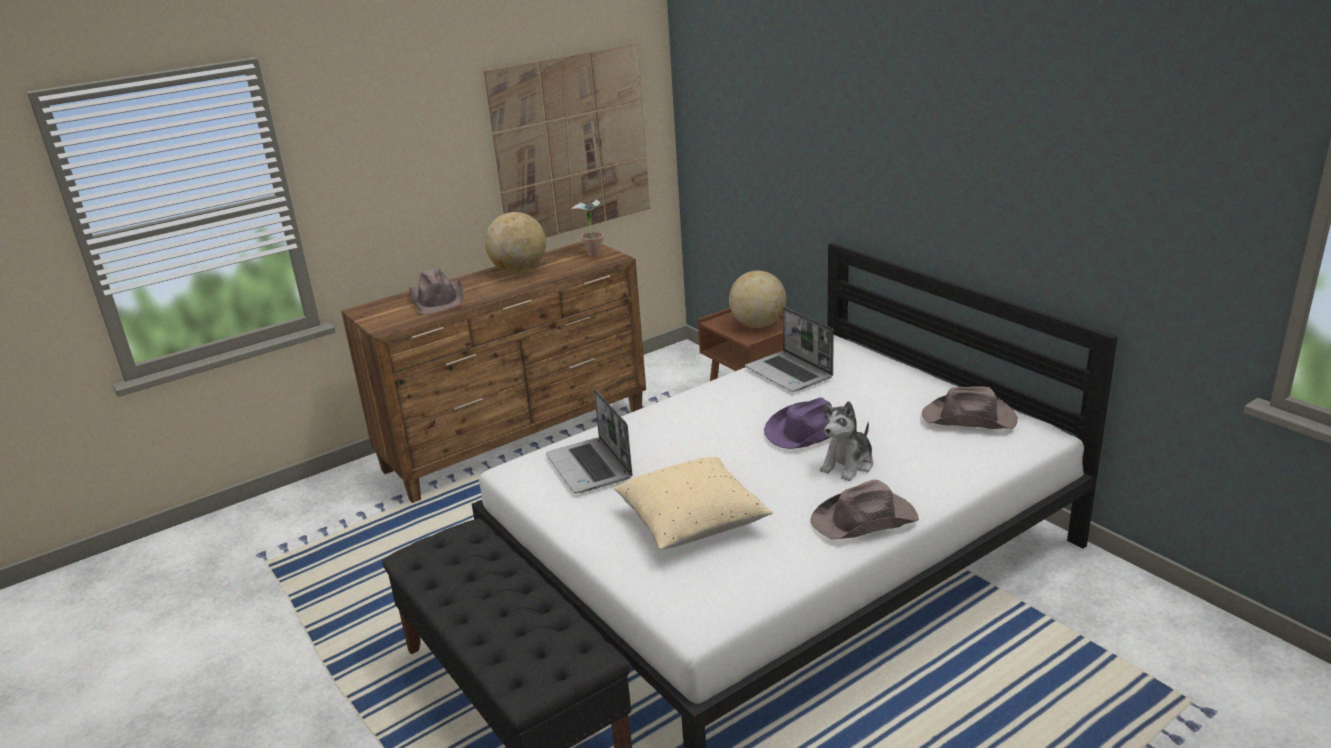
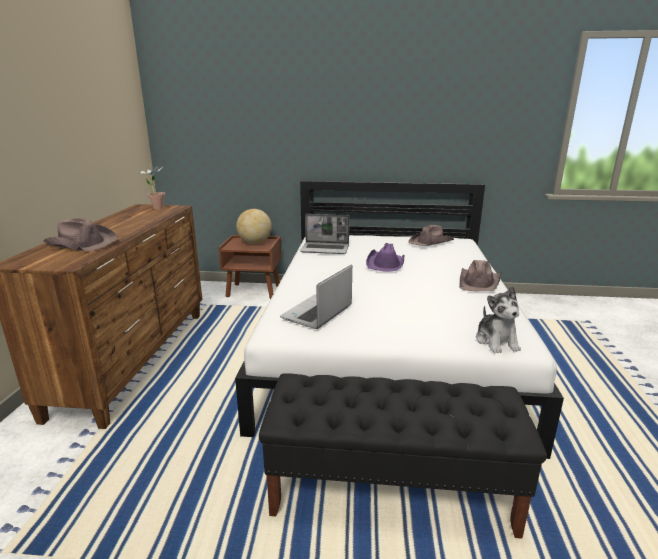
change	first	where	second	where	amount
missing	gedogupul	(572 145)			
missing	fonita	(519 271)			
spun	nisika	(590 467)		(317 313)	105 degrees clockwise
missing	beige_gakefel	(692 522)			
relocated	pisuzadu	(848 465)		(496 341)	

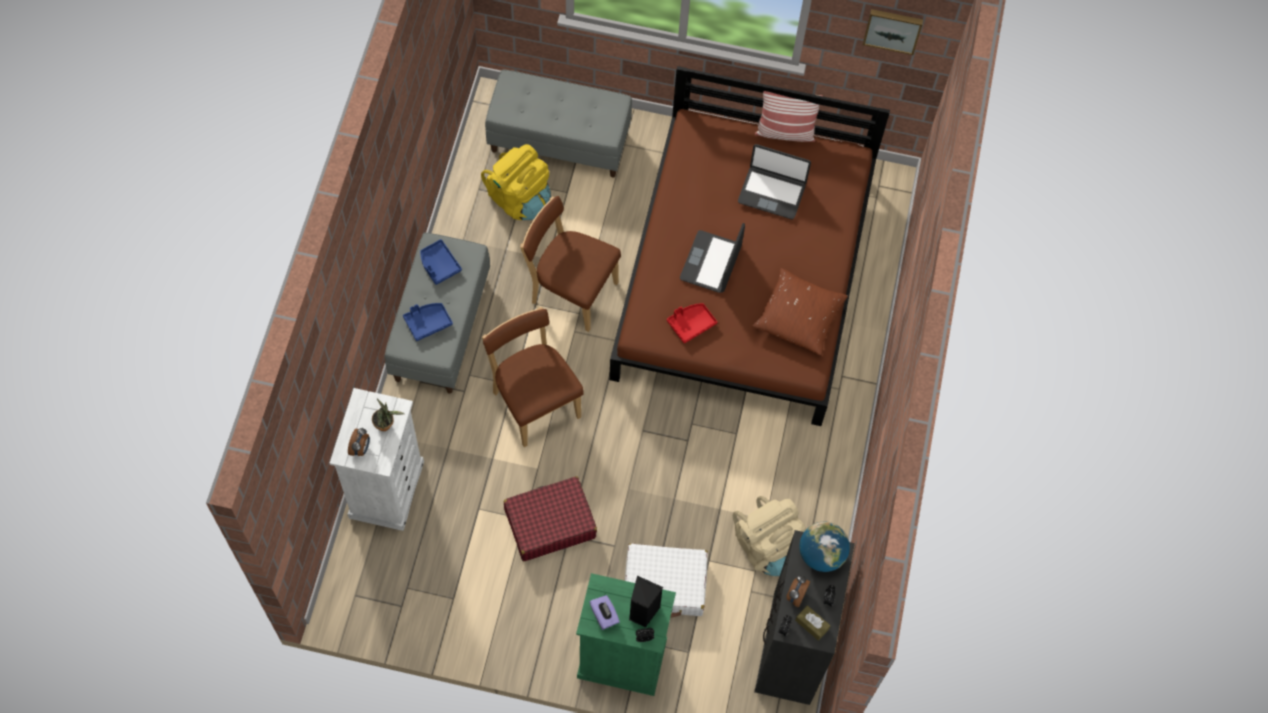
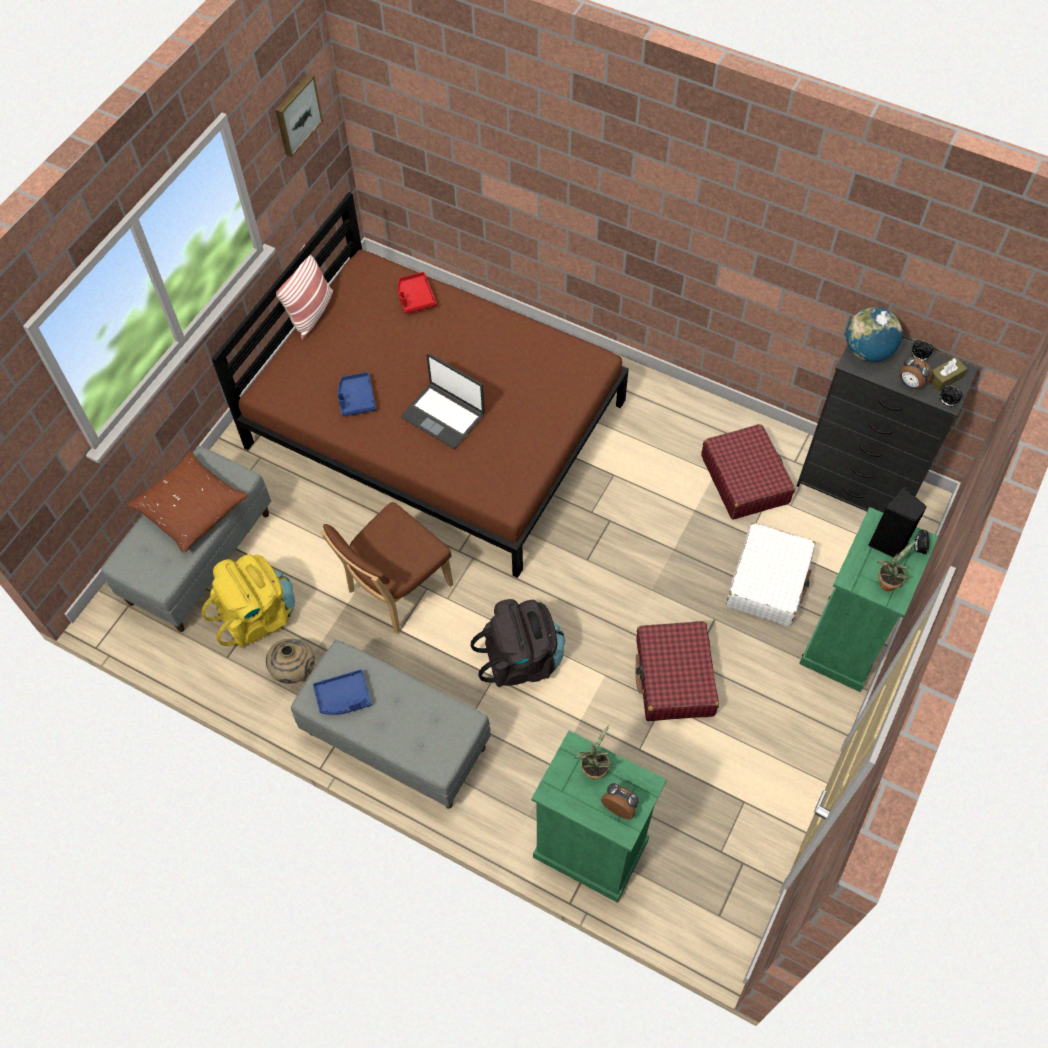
change	first	where	second	where	amount
colour	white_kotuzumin	(386 489)	green_kotuzumin	(590 849)	
relocated	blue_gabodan	(427 322)		(356 398)	
exchanged	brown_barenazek	(534 401)	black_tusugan	(521 660)	
exchanged	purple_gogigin	(604 615)	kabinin	(887 582)	
relocated	red_gabodan	(691 324)		(415 297)	
exchanged	beige_tusugan	(767 546)	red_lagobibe	(745 479)	
missing	nisika	(772 192)			
relocated	brown_gakefel	(798 317)		(191 508)	
appeared			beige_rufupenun	(294 671)	

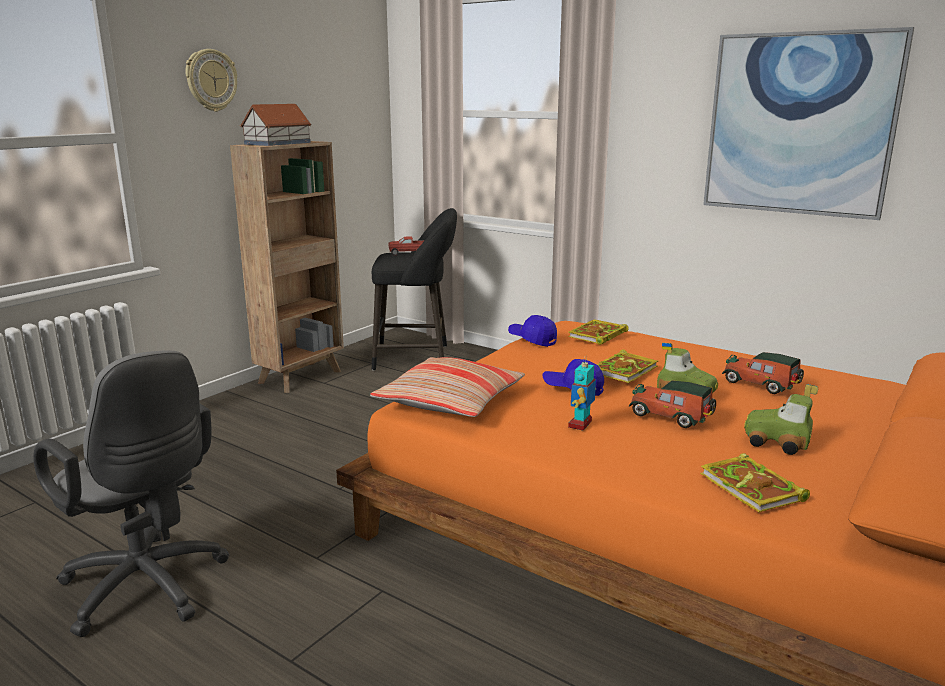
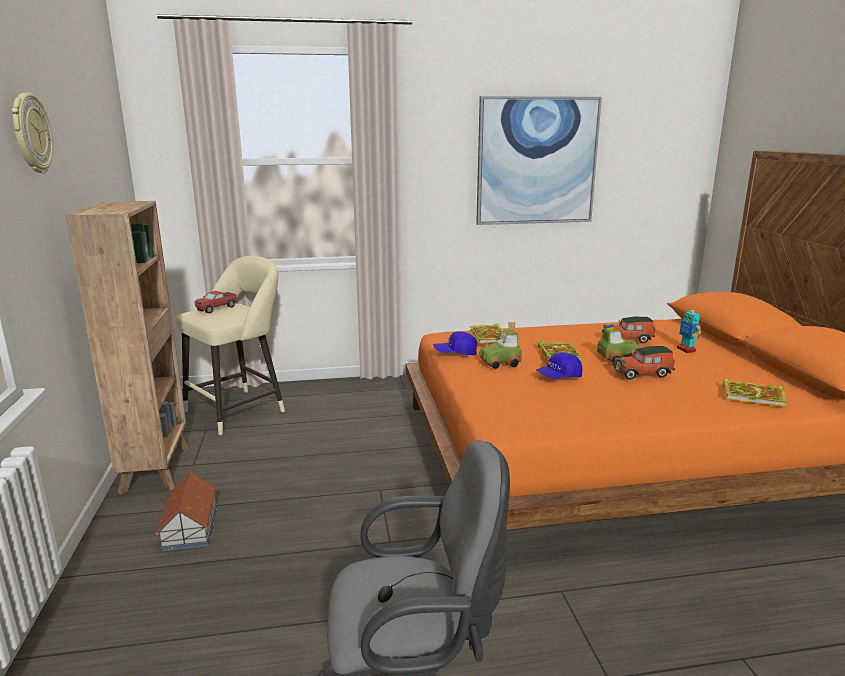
change	first	where	second	where	amount
relocated	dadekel	(278 143)		(191 527)	
missing	gakefel	(450 401)			
colour	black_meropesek	(417 358)	beige_meropesek	(240 410)	
relocated	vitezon	(580 424)		(686 350)	
relocated	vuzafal	(777 442)		(500 363)	

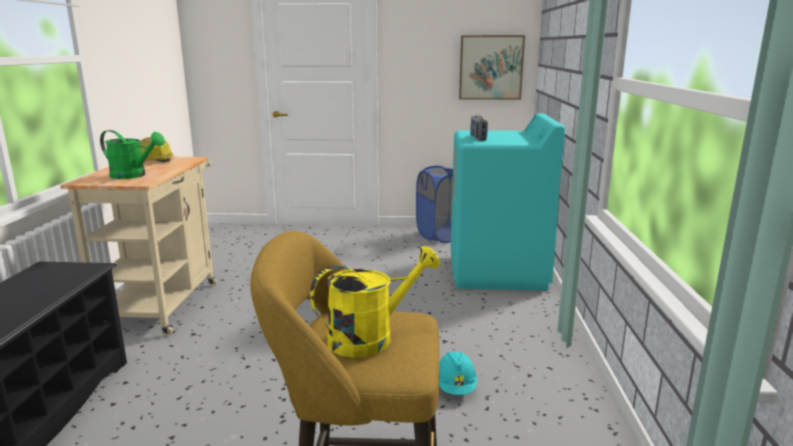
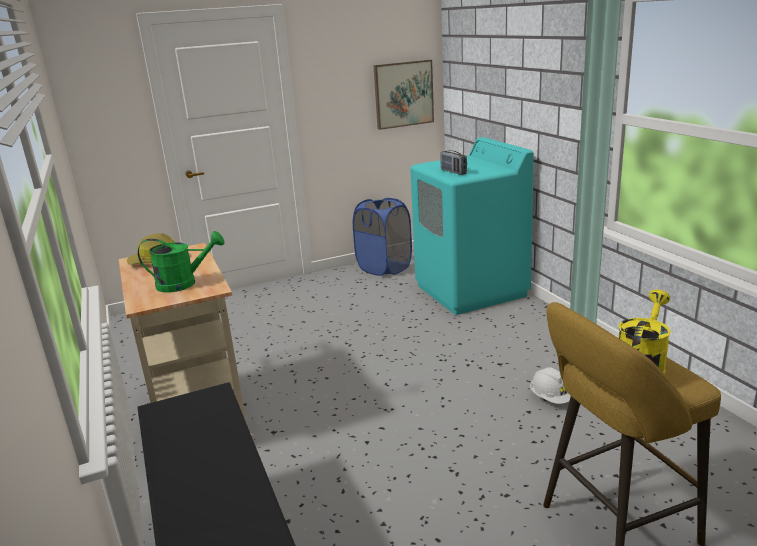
change	first	where	second	where	amount
colour	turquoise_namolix	(455 387)	white_namolix	(550 398)	

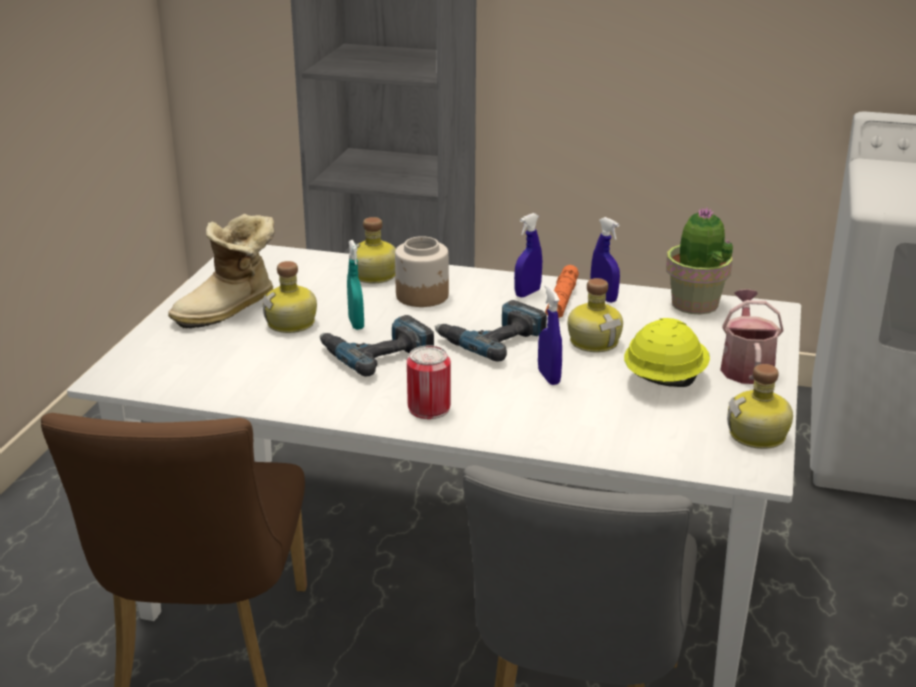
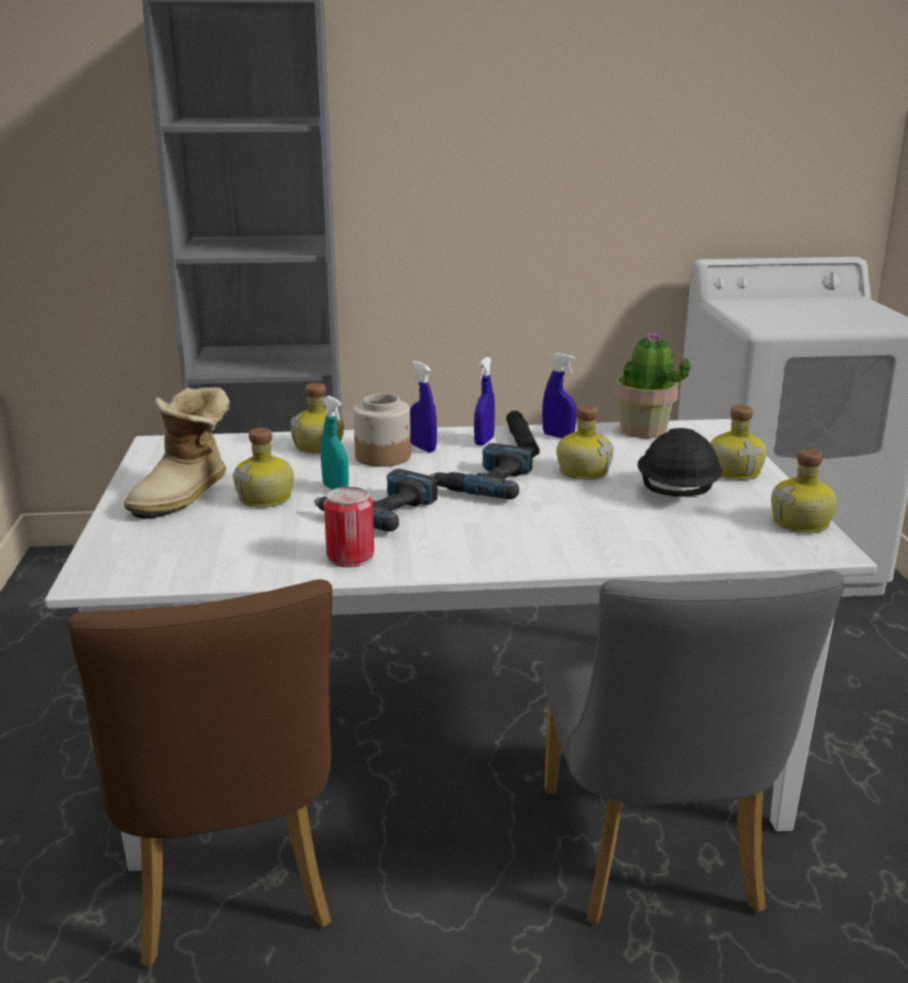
change	first	where	second	where	amount
relocated	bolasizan	(429 408)		(350 557)	
relocated	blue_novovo	(549 377)		(423 448)	
colour	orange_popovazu	(562 300)	black_popovazu	(521 443)	
colour	yellow_namolix	(664 380)	black_namolix	(676 492)	
exchanged	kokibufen	(746 366)	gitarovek	(735 471)	

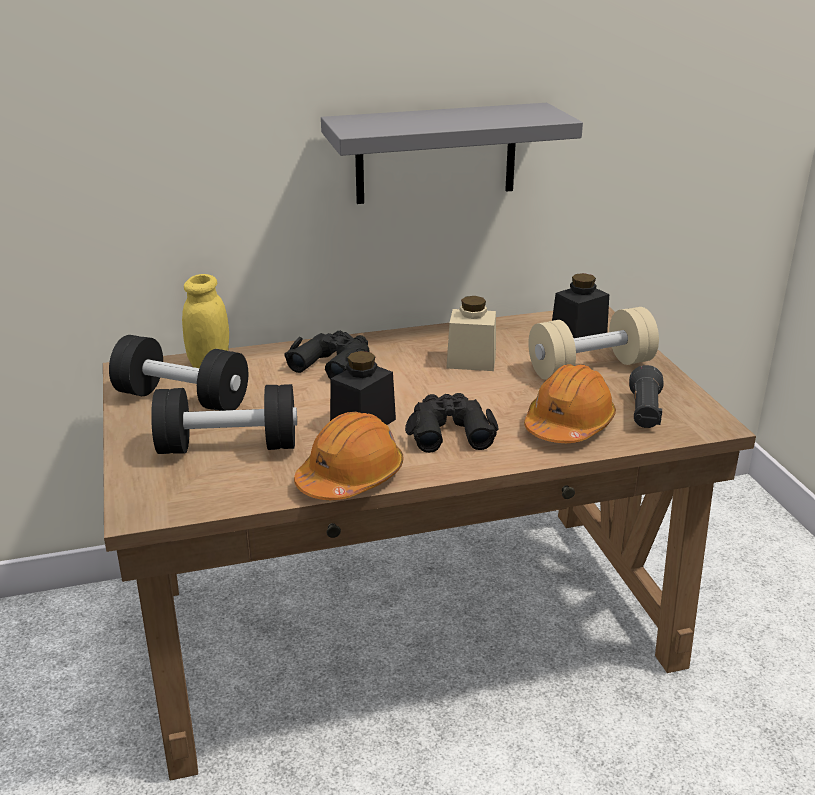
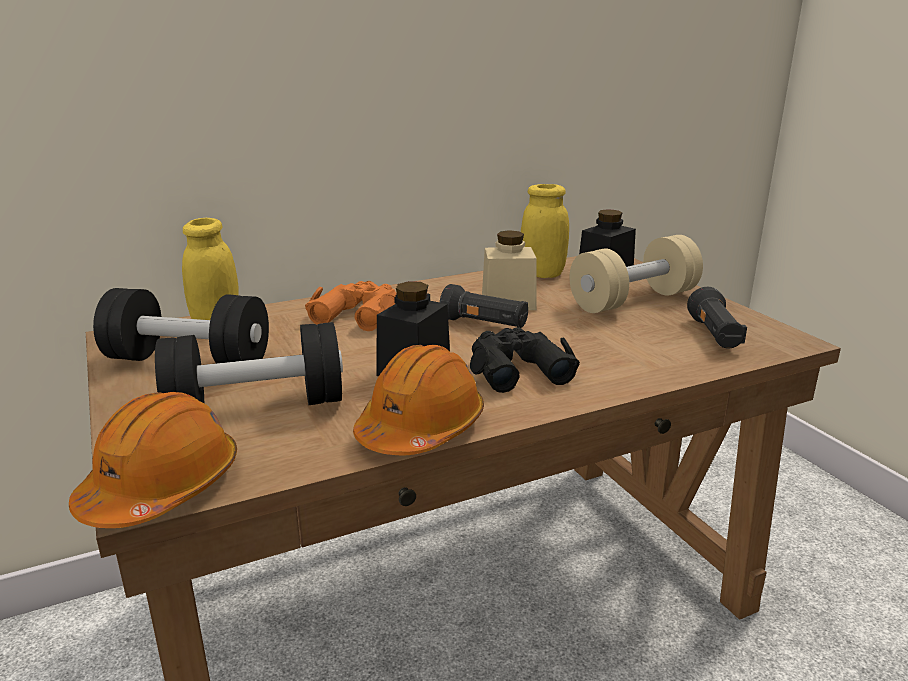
change	first	where	second	where	amount
colour	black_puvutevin	(333 362)	orange_puvutevin	(359 314)	
missing	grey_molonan	(436 153)			
relocated	orange_namolix	(568 425)		(162 487)	
appeared			black_popovazu	(484 324)	
appeared			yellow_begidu	(542 274)	

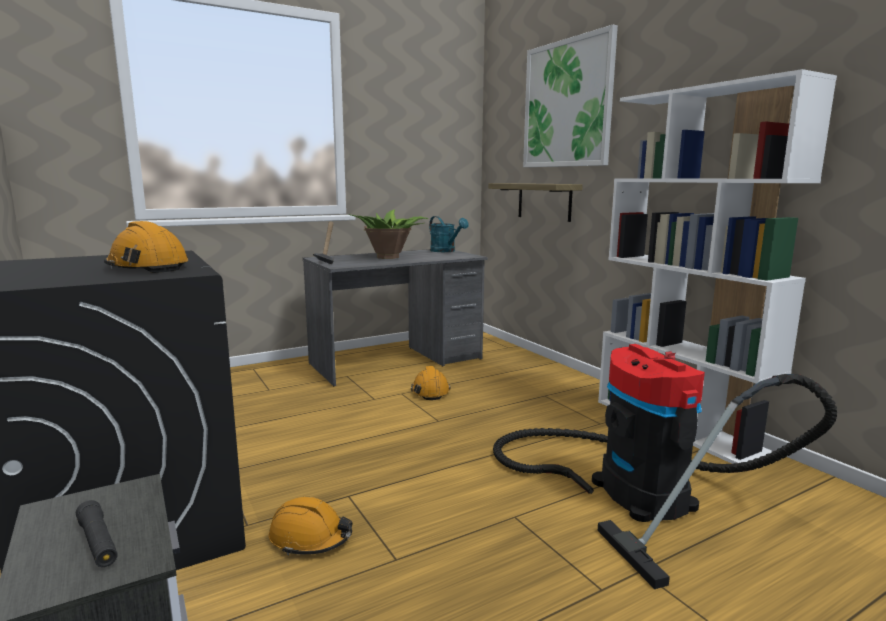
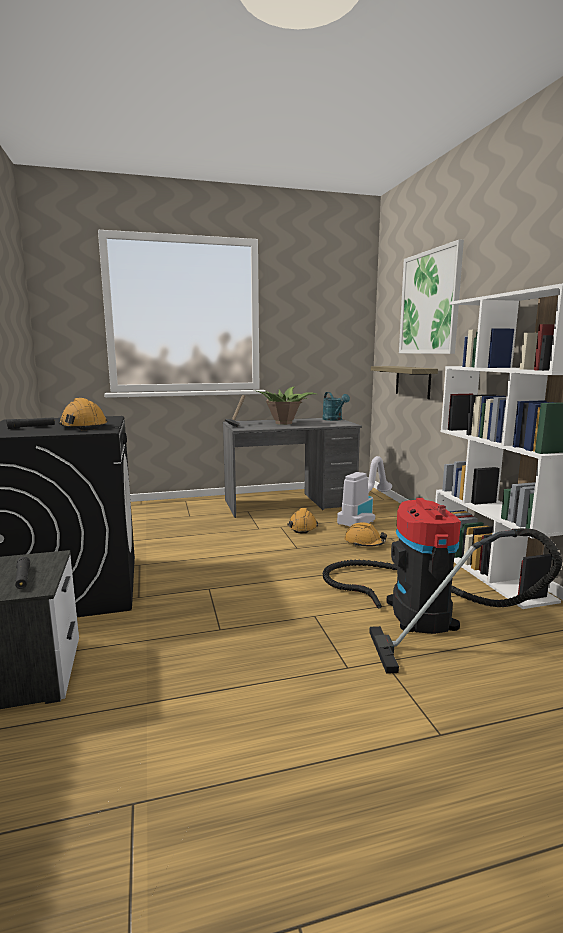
change	first	where	second	where	amount
relocated	orange_namolix	(310 538)		(364 542)	
appeared			black_popovazu	(31 427)	
appeared			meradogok	(363 519)	

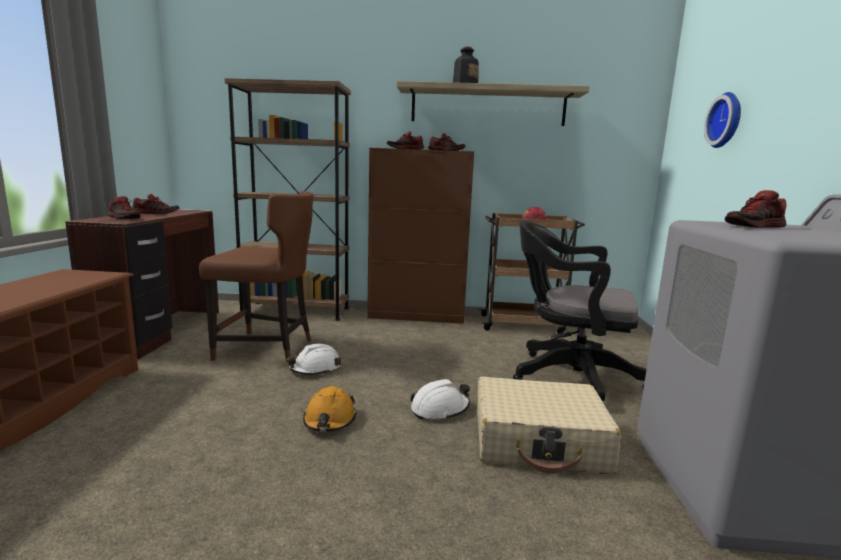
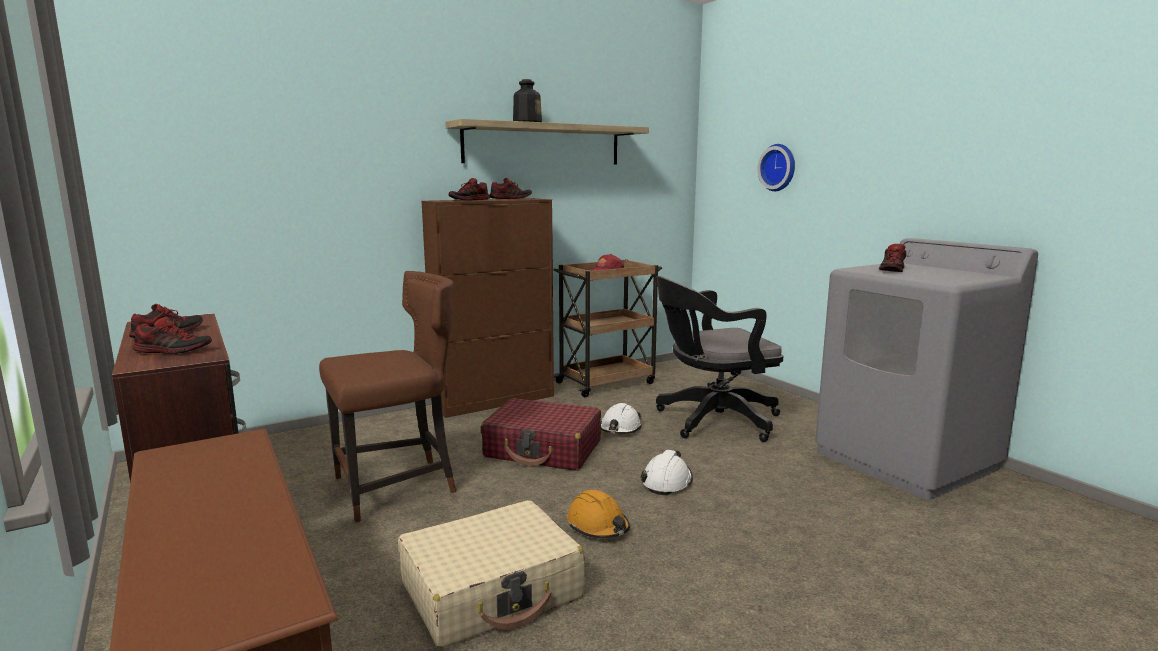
change	first	where	second	where	amount
missing	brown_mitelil	(296 311)			
relocated	white_namolix	(315 369)		(620 429)	
relocated	beige_lagobibe	(539 441)		(492 591)	
appeared			red_lagobibe	(543 449)	

